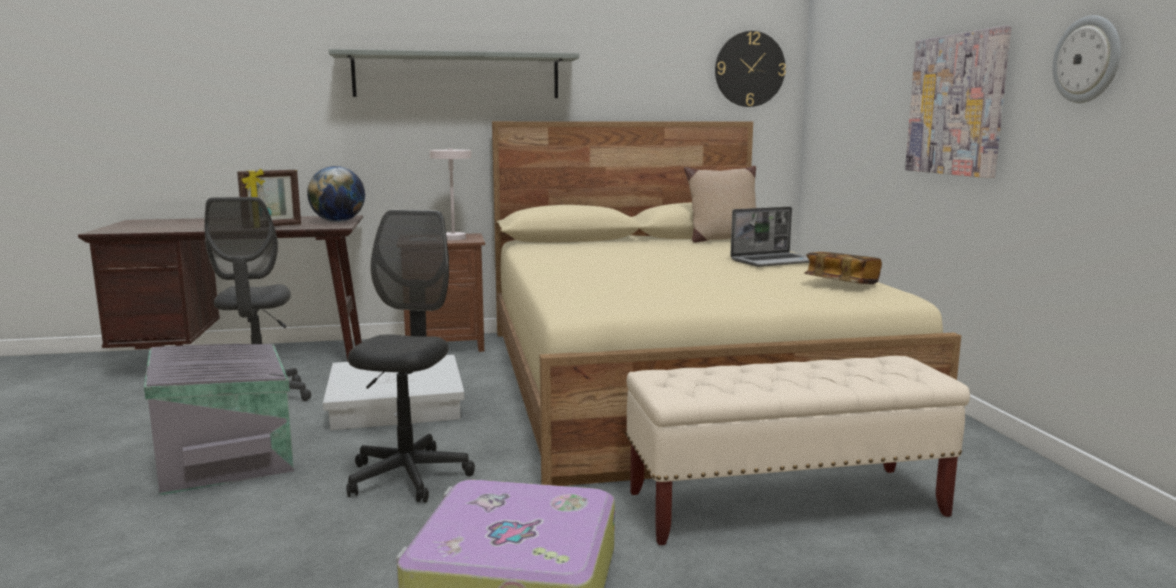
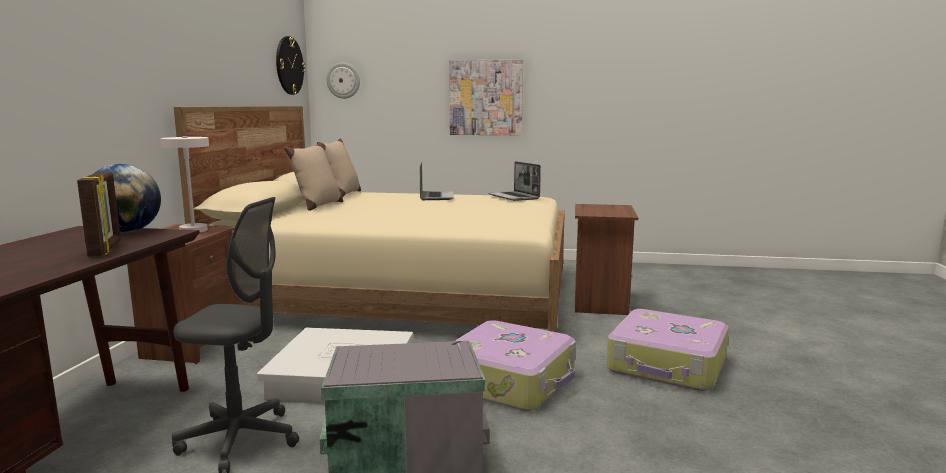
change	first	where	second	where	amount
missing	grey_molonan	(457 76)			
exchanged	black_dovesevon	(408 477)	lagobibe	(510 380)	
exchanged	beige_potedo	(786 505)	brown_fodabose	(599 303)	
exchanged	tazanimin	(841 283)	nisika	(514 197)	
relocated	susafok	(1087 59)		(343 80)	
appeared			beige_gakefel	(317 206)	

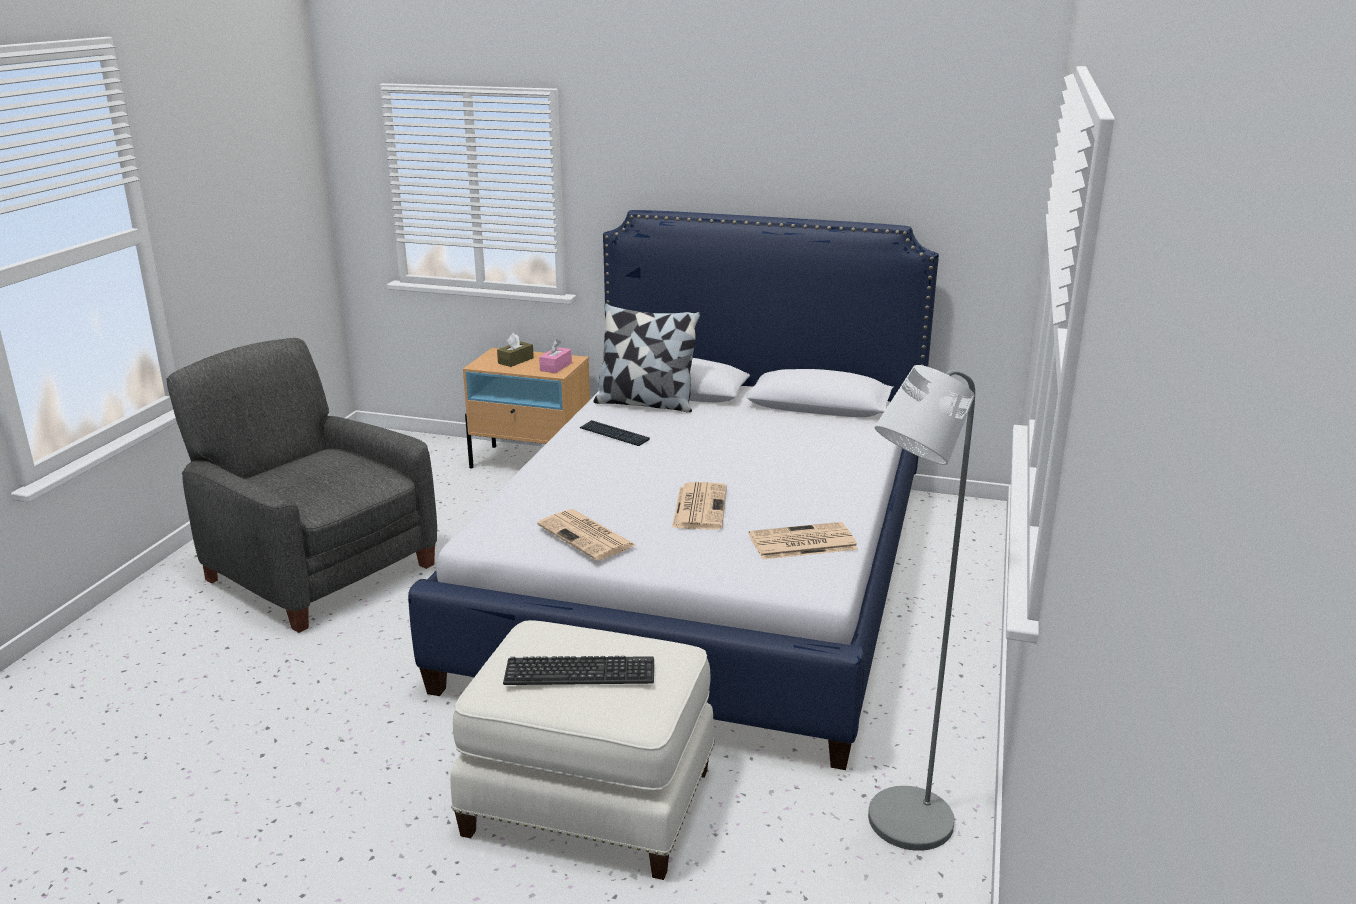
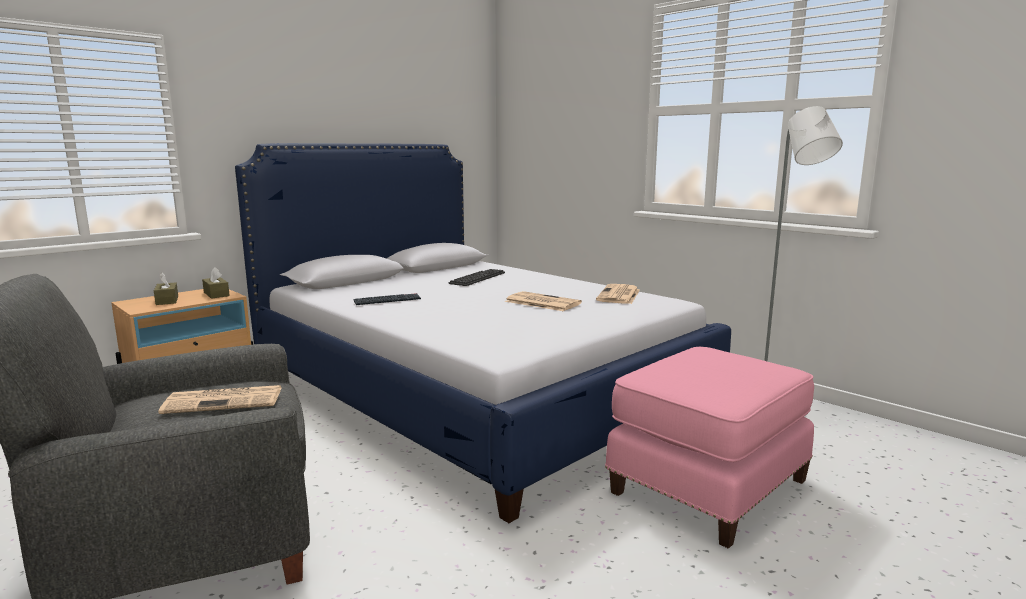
change	first	where	second	where	amount
colour	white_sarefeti	(590 799)	pink_sarefeti	(706 485)	
relocated	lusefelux	(579 672)		(477 278)	
relocated	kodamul	(587 536)		(225 400)	
colour	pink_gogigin	(556 367)	brown_gogigin	(216 294)	
missing	gakefel	(645 403)			

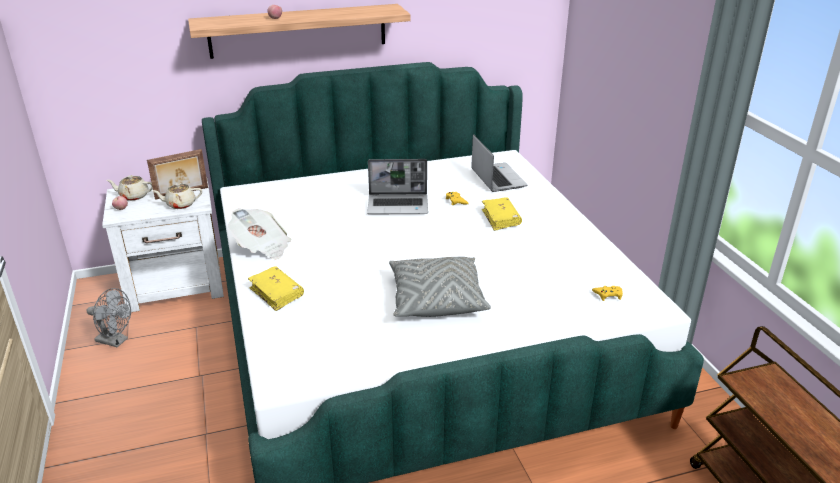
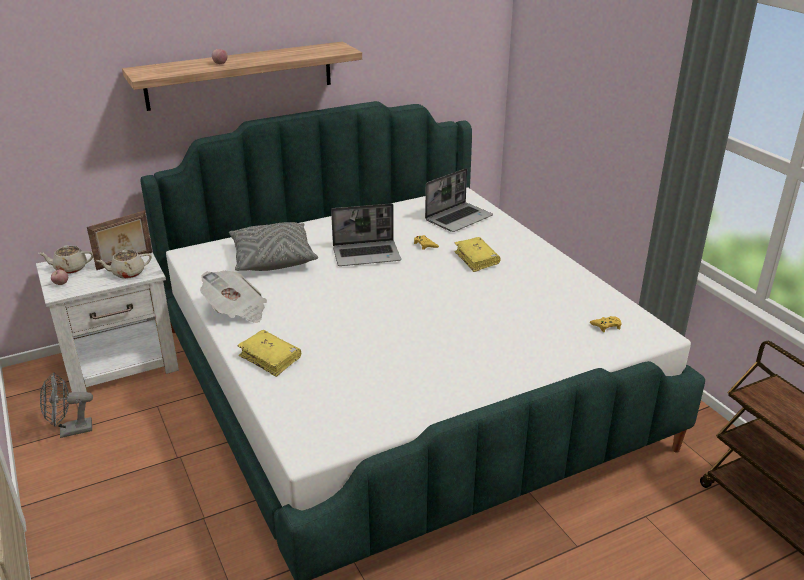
change	first	where	second	where	amount
spun	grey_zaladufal	(116 341)		(70 431)	150 degrees clockwise
relocated	grey_gakefel	(436 299)		(272 258)	
spun	nisika	(497 178)		(459 218)	75 degrees clockwise

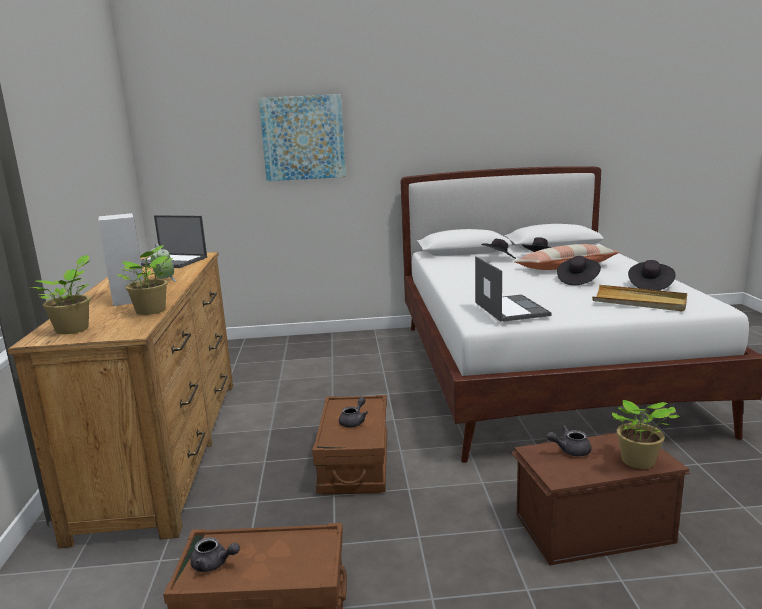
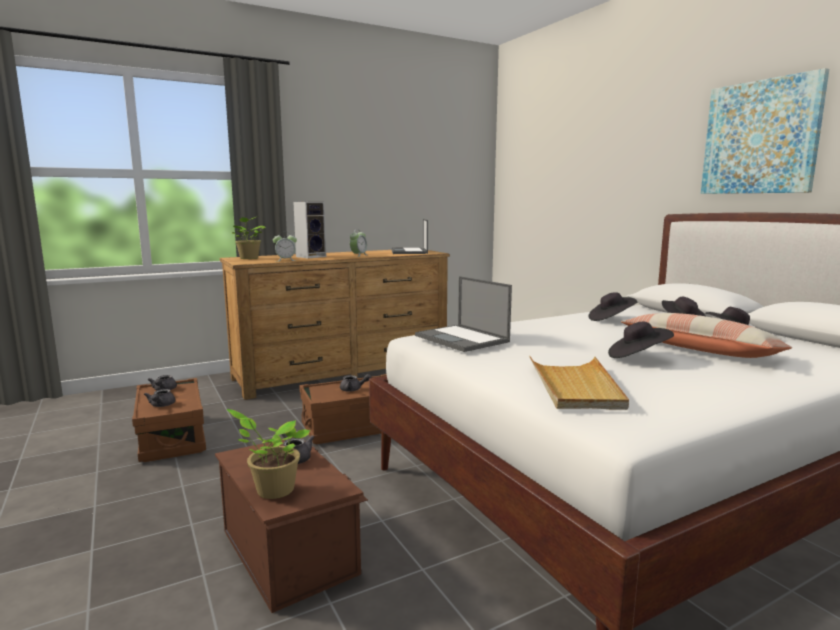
change	first	where	second	where	amount
exchanged	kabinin	(151 311)	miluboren	(285 260)	
relocated	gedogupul	(303 138)		(760 137)	
spun	nisika	(510 308)		(462 339)	90 degrees clockwise
relocated	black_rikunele	(649 286)		(611 319)	
appeared			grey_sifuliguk	(161 405)	

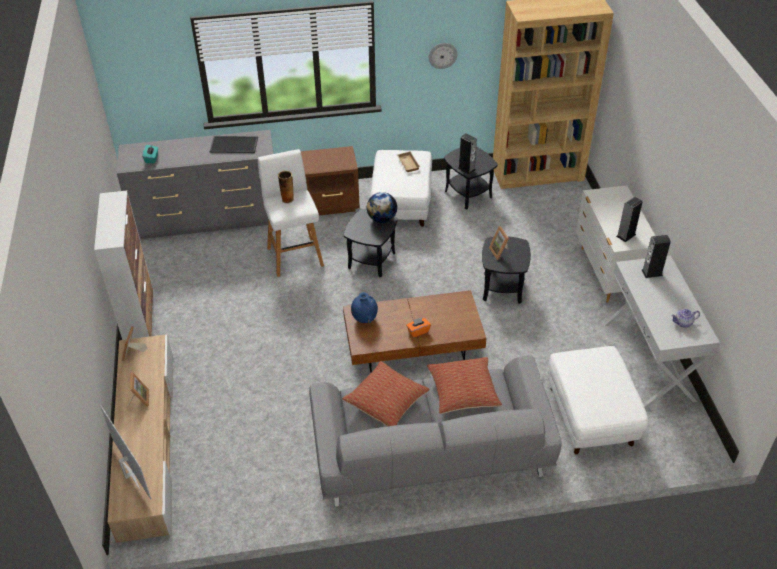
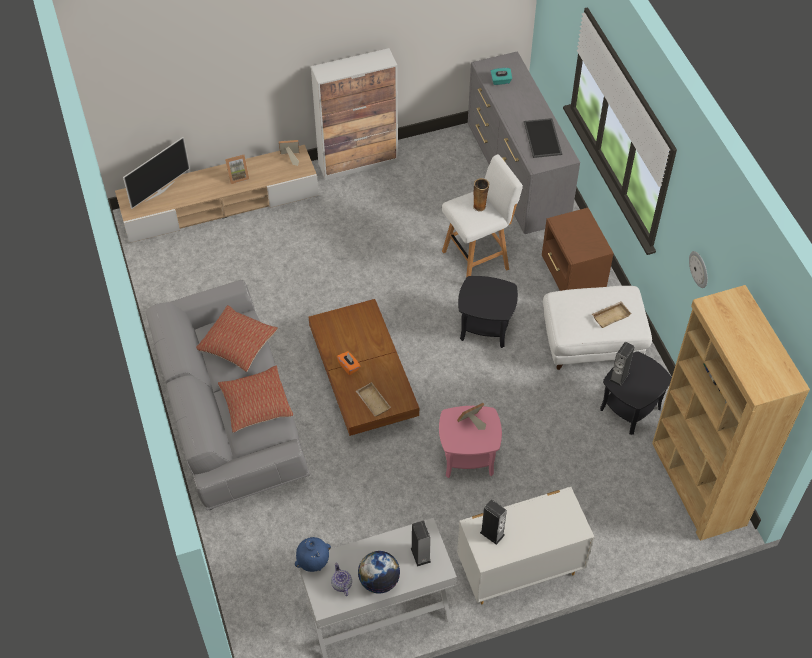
change	first	where	second	where	amount
relocated	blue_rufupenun	(364 319)		(313 562)	
relocated	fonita	(382 219)		(379 580)	
colour	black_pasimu	(502 288)	pink_pasimu	(467 458)	
missing	white_sarefeti	(590 416)			
appeared			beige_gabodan	(372 402)	

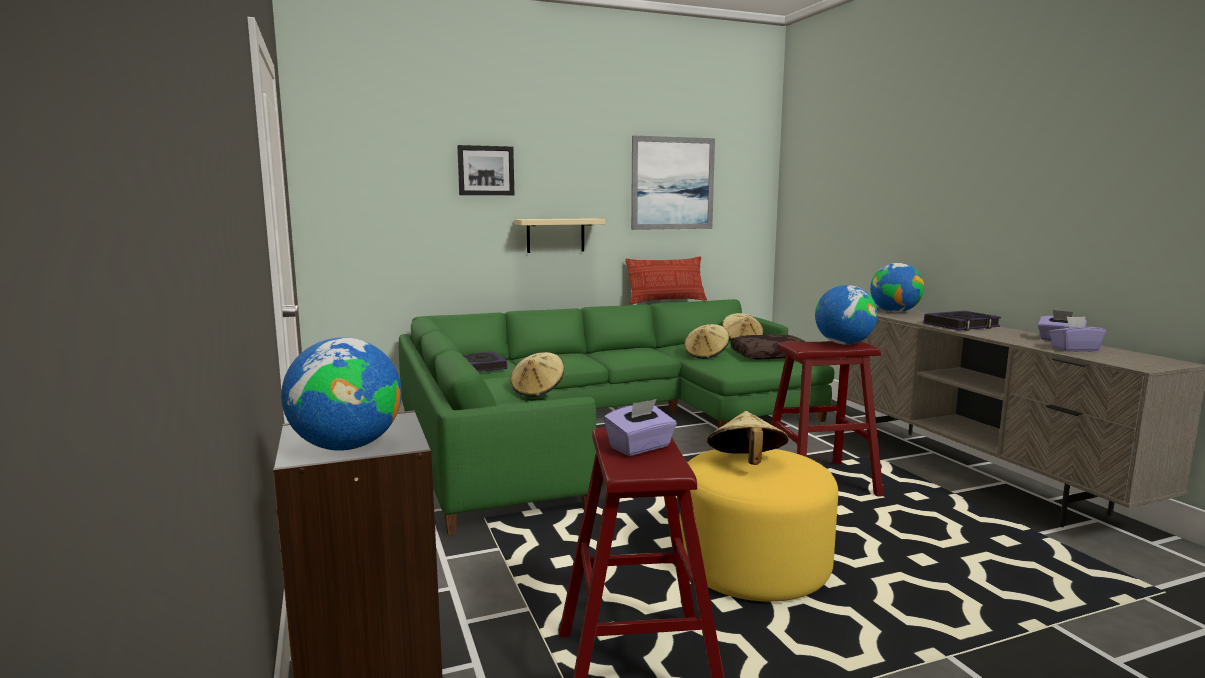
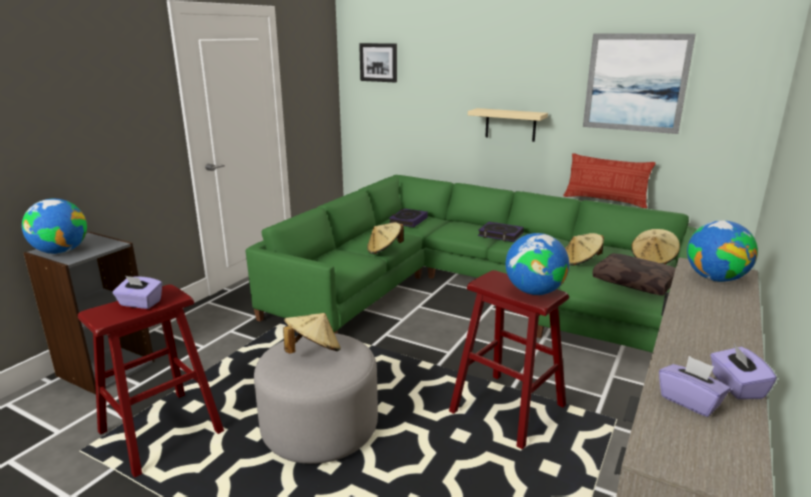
change	first	where	second	where	amount
relocated	gedogupul	(485 170)		(379 62)	
colour	yellow_sarefeti	(753 567)	grey_sarefeti	(319 428)	
relocated	tazanimin	(961 325)		(500 235)	

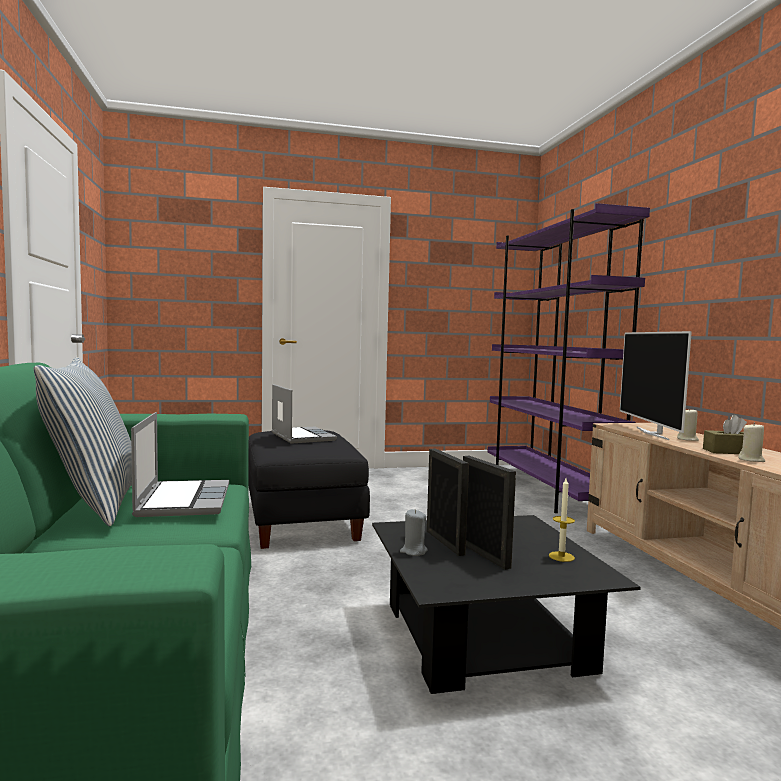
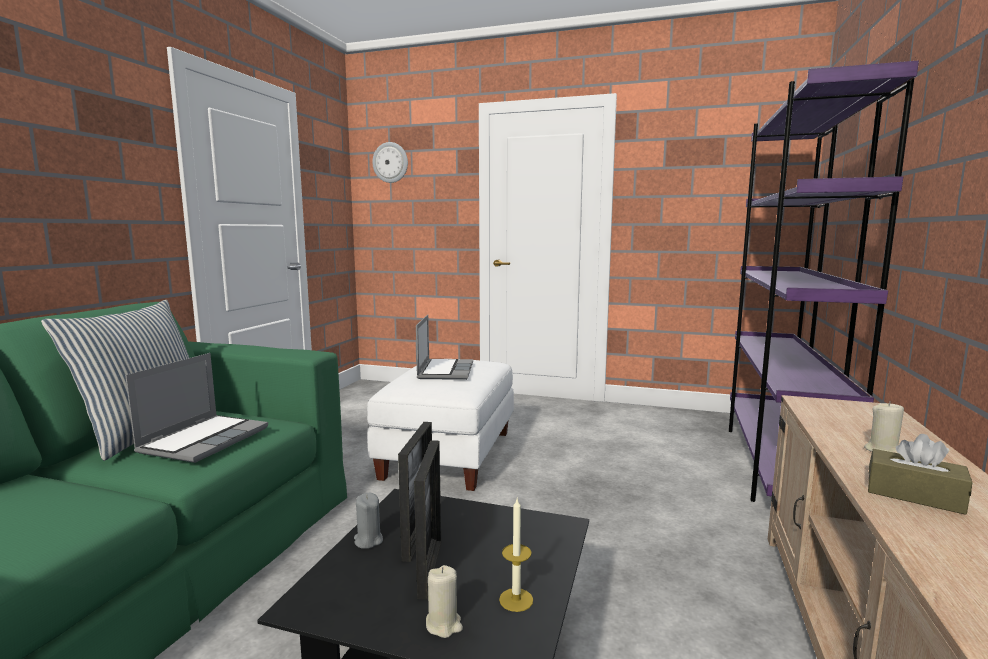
change	first	where	second	where	amount
colour	black_sarefeti	(300 520)	white_sarefeti	(447 453)	
missing	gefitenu	(653 433)			
relocated	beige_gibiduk	(751 460)		(444 624)	
appeared			susafok	(390 162)	

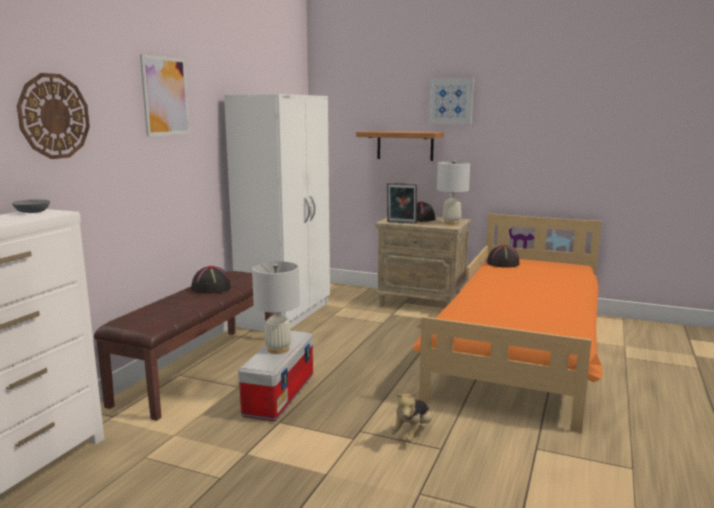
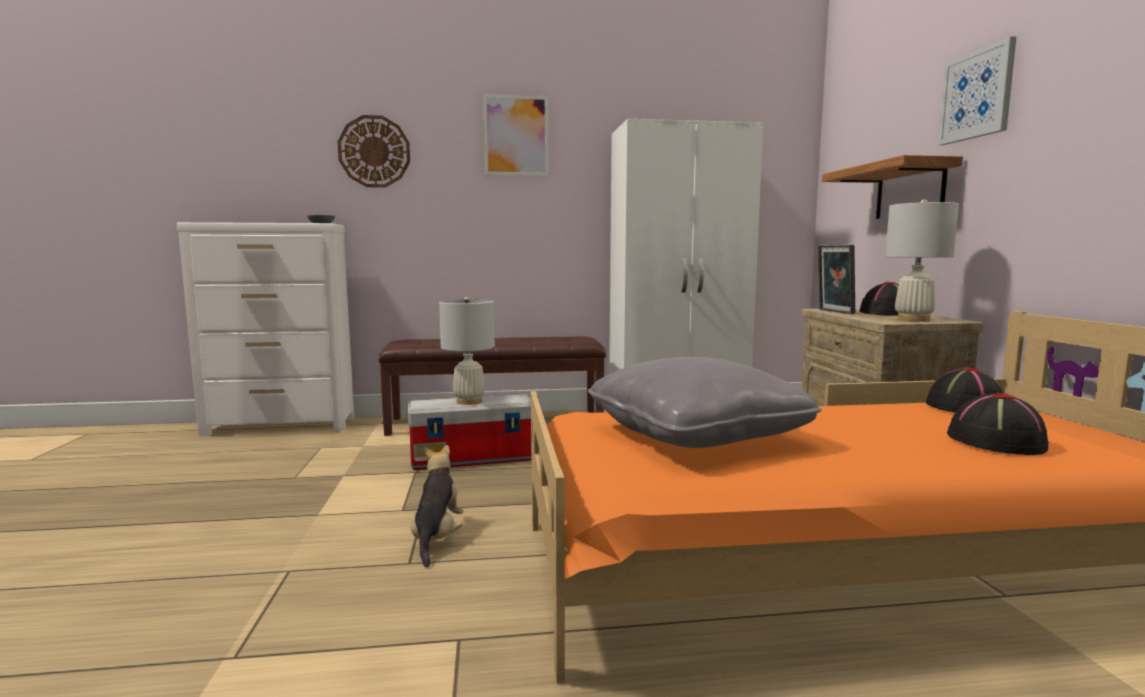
change	first	where	second	where	amount
relocated	black_rikunele	(211 288)		(995 441)	
spun	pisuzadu	(412 434)		(437 538)	90 degrees clockwise
appeared			grey_gakefel	(696 435)	

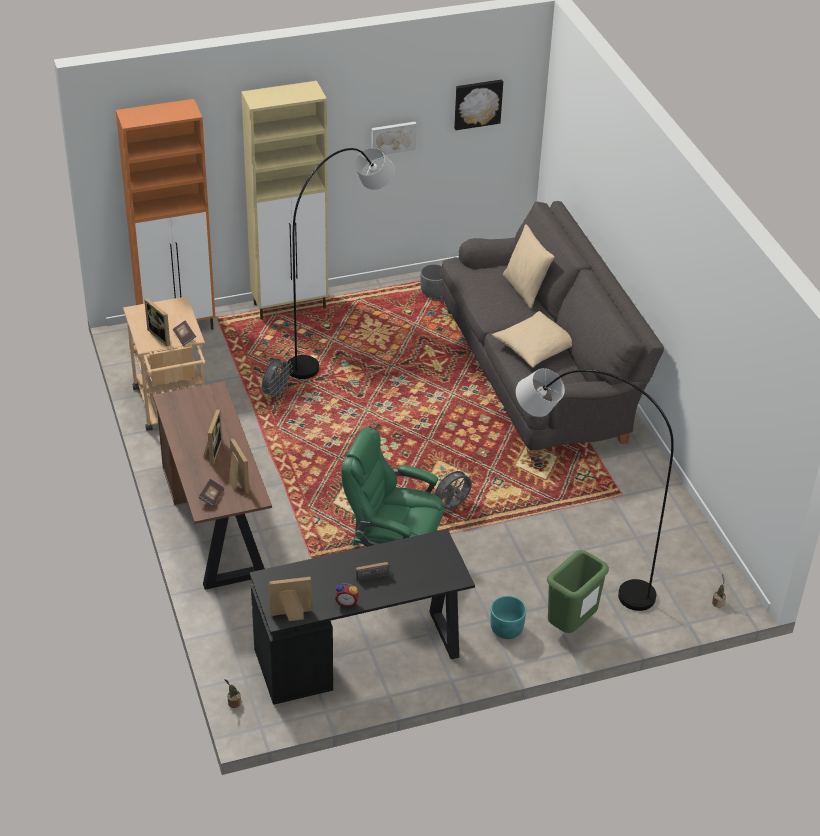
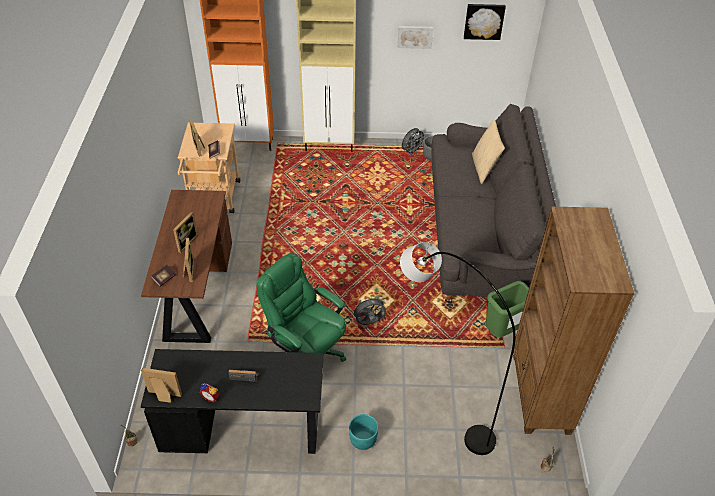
change	first	where	second	where	amount
relocated	grey_zaladufal	(276 393)		(411 151)	
missing	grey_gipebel	(341 339)			
missing	beige_gakefel	(535 347)			
relocated	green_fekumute	(571 625)		(503 332)	
appeared			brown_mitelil	(540 394)	

